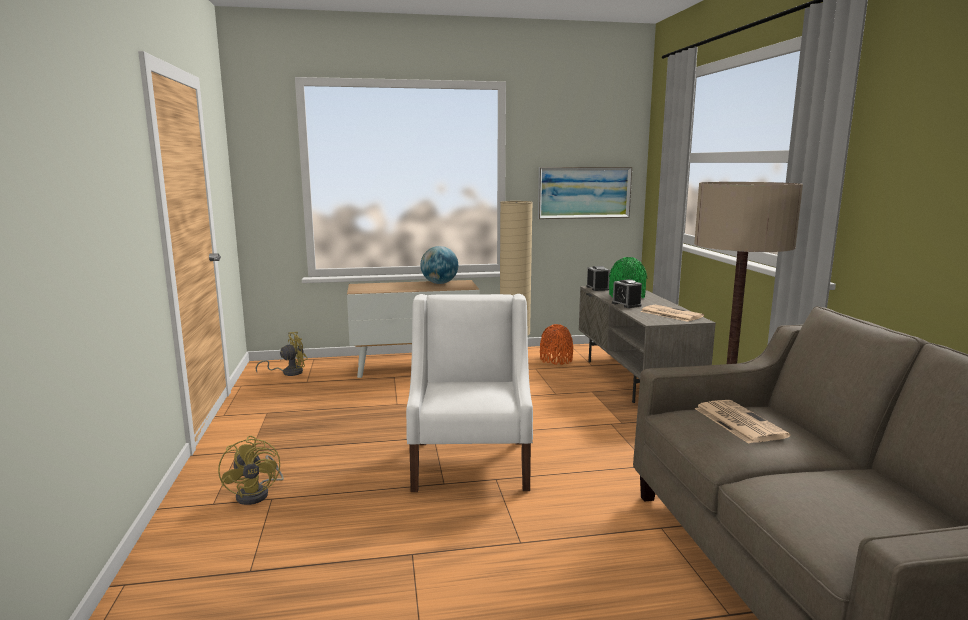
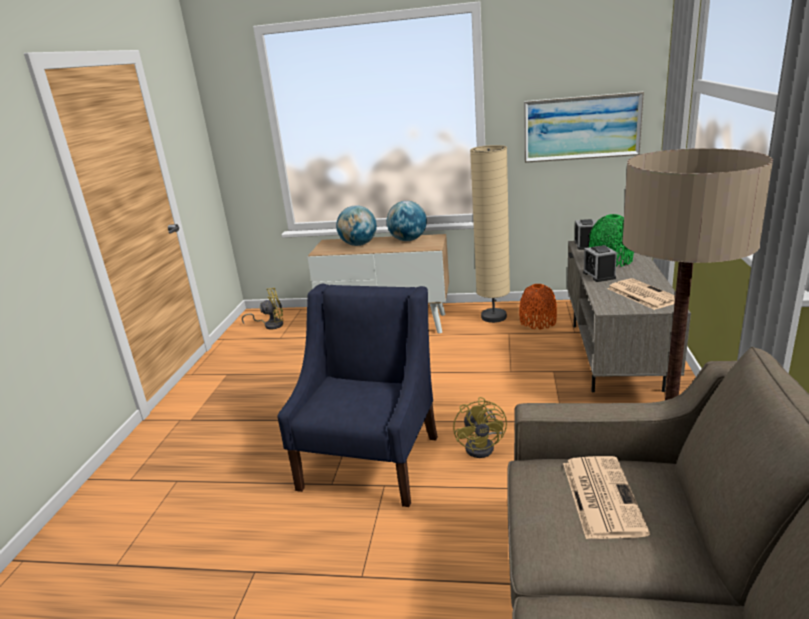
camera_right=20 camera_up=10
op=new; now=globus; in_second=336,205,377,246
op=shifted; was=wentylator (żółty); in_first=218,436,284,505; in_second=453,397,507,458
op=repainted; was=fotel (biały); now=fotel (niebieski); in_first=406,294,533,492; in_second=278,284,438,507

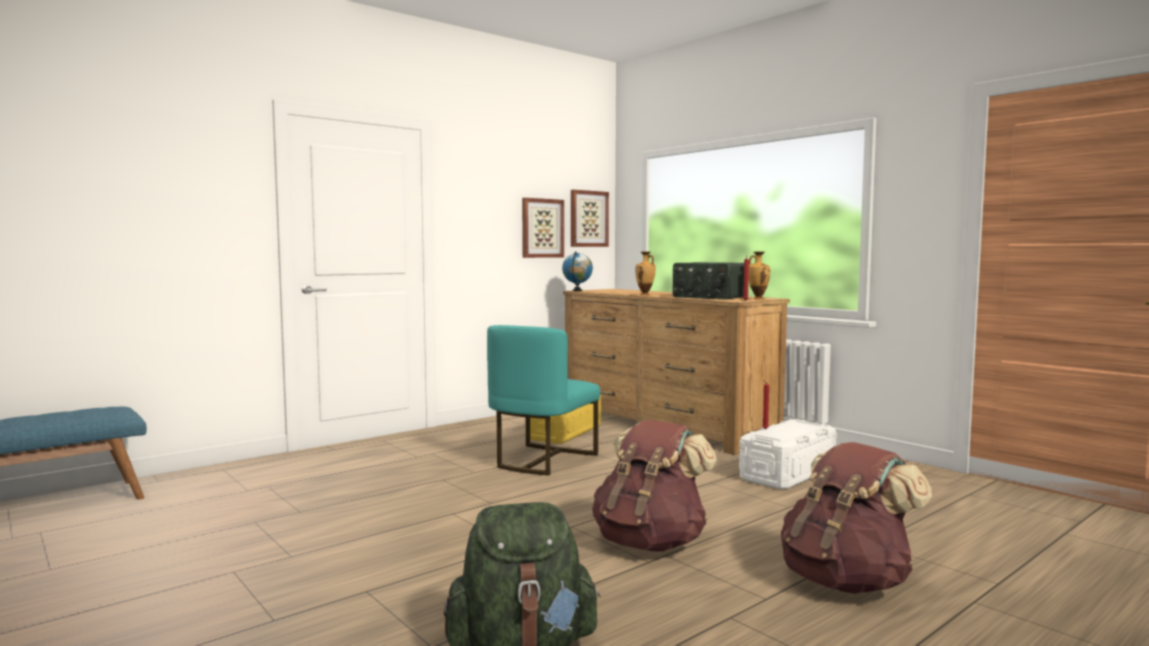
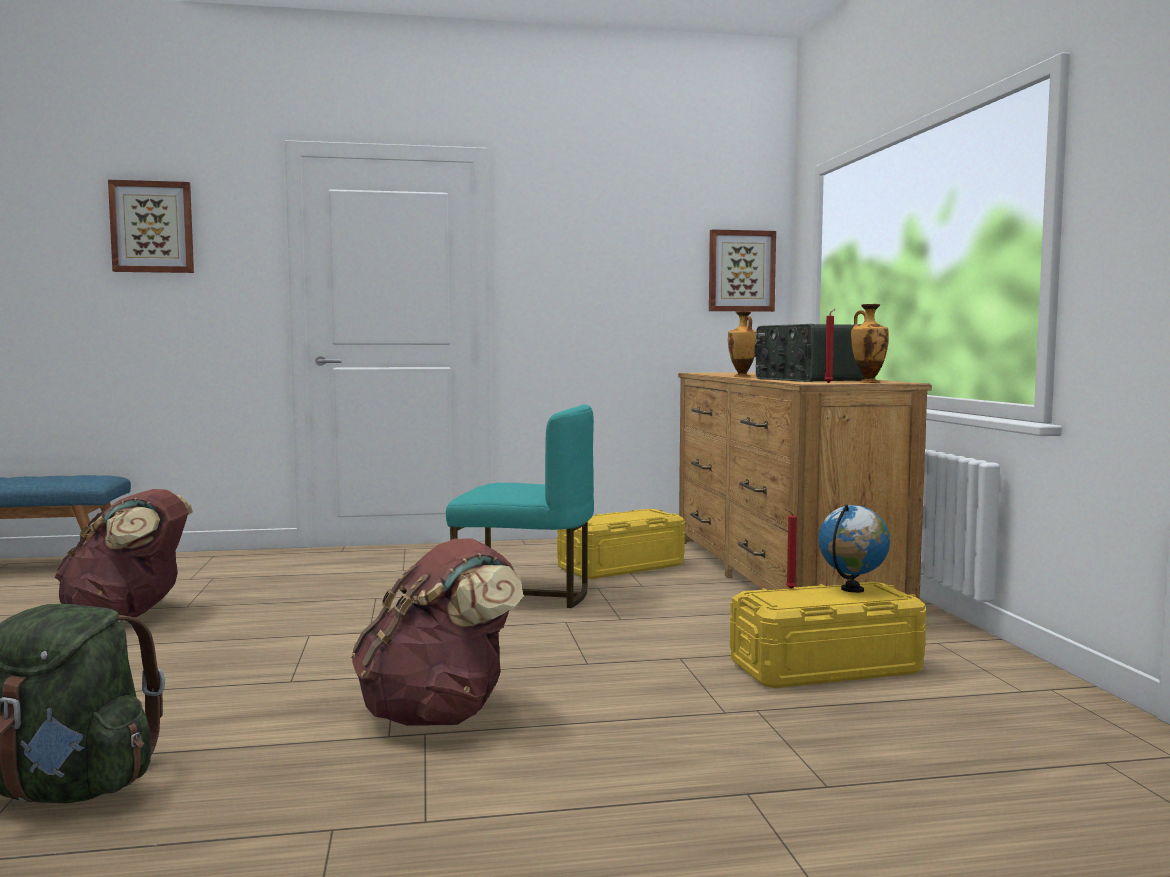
camera_right=30 camera_up=0
op=shifted; was=obraz; in_first=522,198,564,258; in_second=108,180,194,273
op=shifted; was=globus; in_first=562,252,593,291; in_second=818,505,890,593
op=shifted; was=plecak (brązowy); in_first=781,442,932,594; in_second=55,489,193,621
op=repainted; was=pojemnik do przechowywania (biały); now=pojemnik do przechowywania (żółty); in_first=739,419,837,489; in_second=730,582,926,688
op=rotated; was=krzesło (turkusowy); in_first=487,325,600,476; in_second=446,404,594,608; clockwise=-135

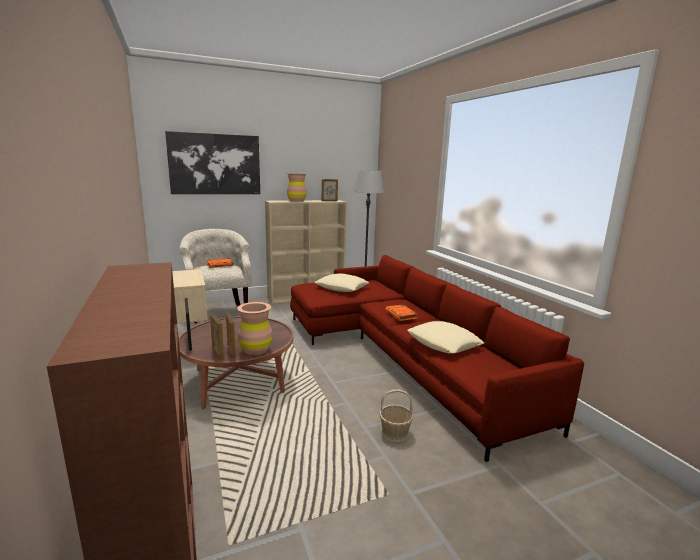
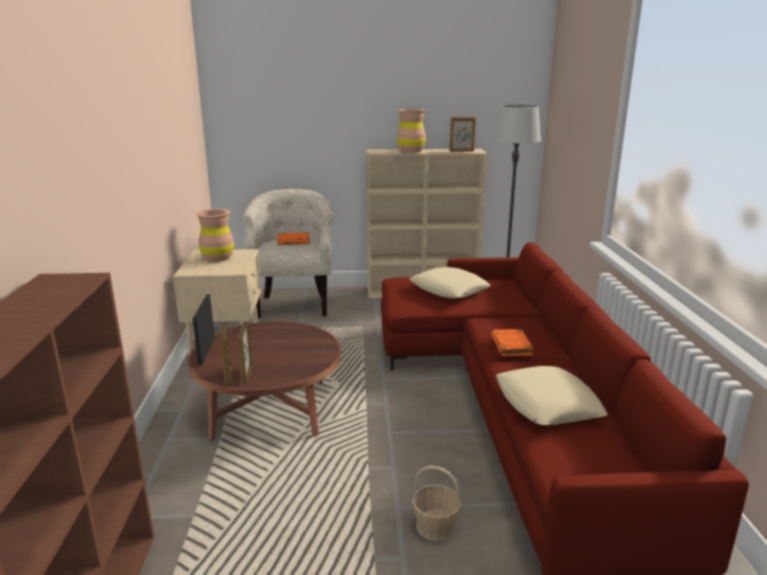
camera_right=20 camera_up=5
op=gone; was=obraz; in_first=165,131,260,194
op=shifted; was=wazon (brązowy); in_first=237,302,272,355; in_second=196,209,234,262

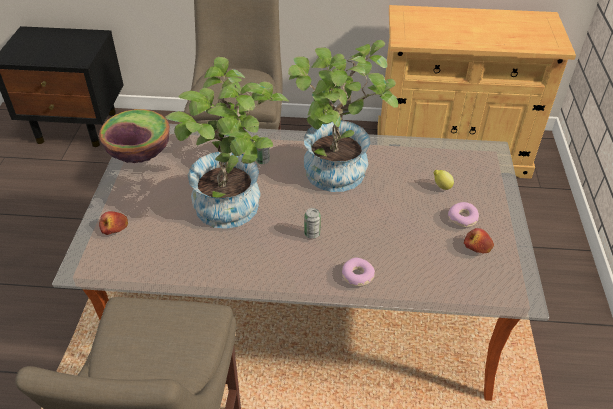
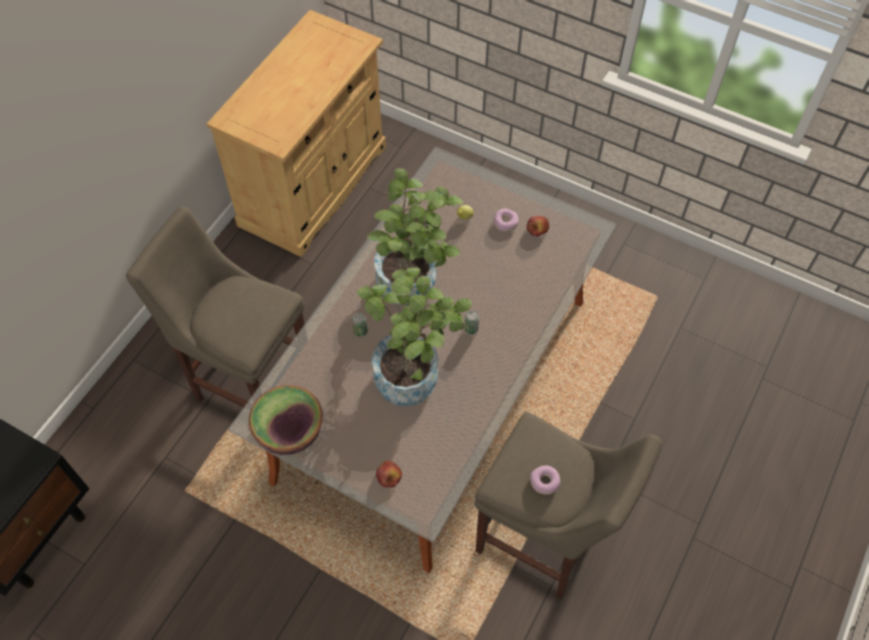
camera_right=-65 camera_up=15
op=shifted; was=donut; in_first=342,258,375,286; in_second=530,466,561,495

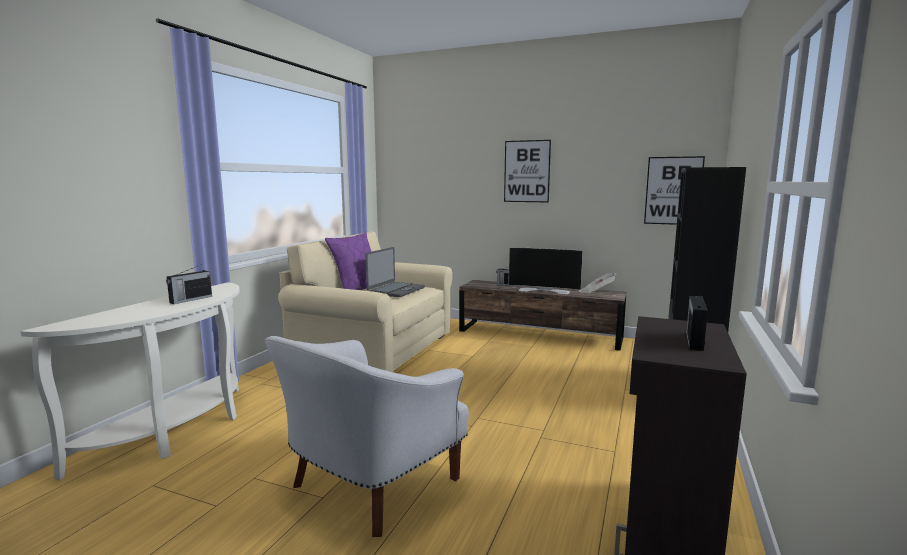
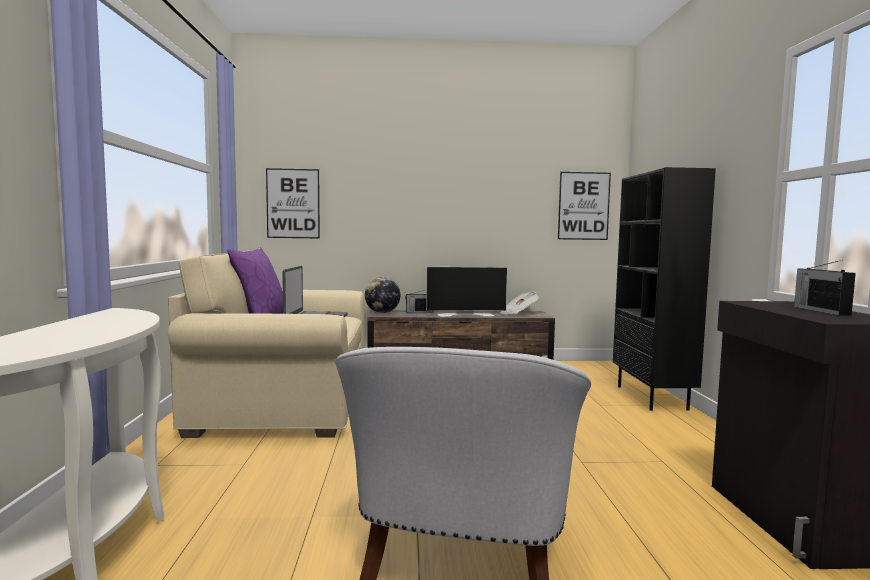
camera_right=-25 camera_up=-5
op=gone; was=radio; in_first=166,264,212,304
op=new; now=globus; in_second=365,277,400,313
op=shifted; was=obraz; in_first=504,140,551,202; in_second=266,168,320,239

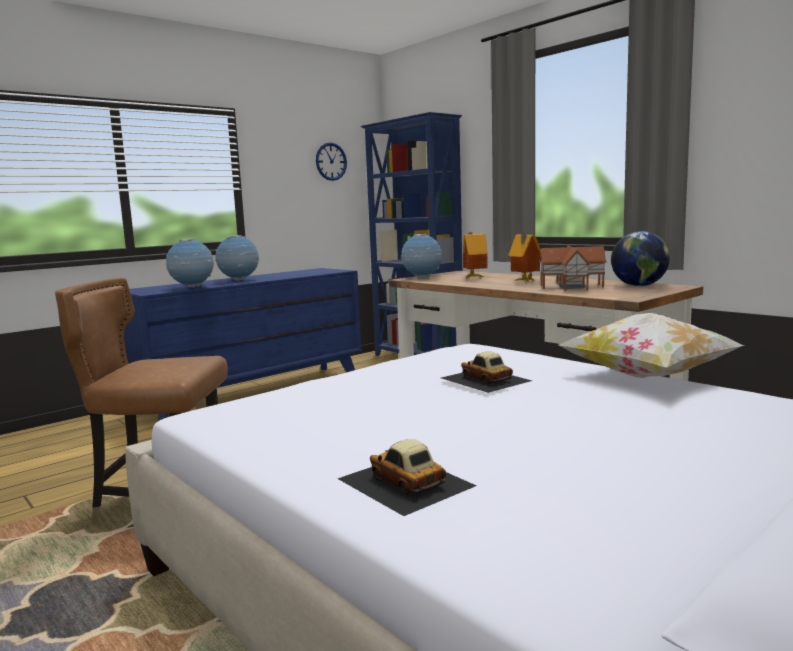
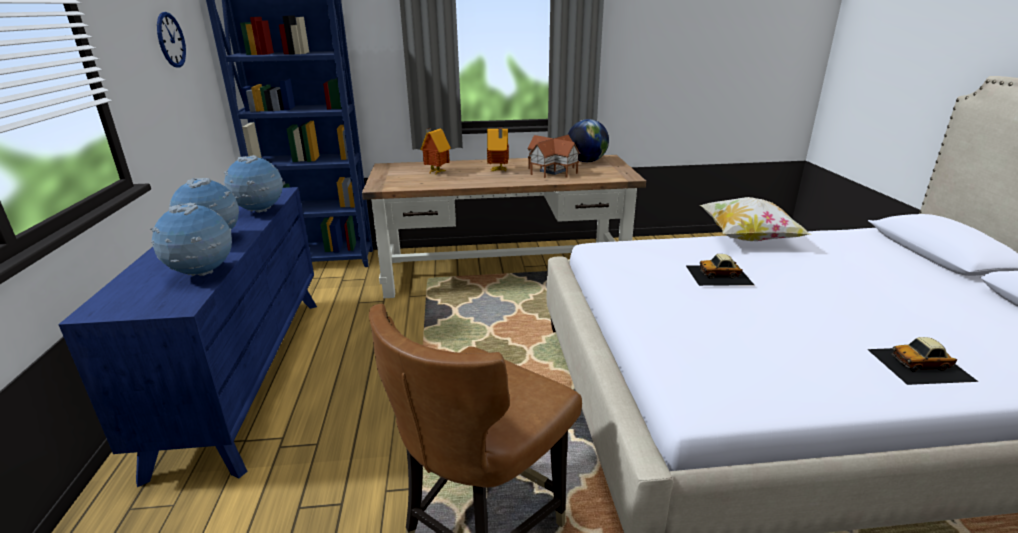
camera_right=-55 camera_up=15
op=shifted; was=globus; in_first=401,234,442,278; in_second=223,155,283,213

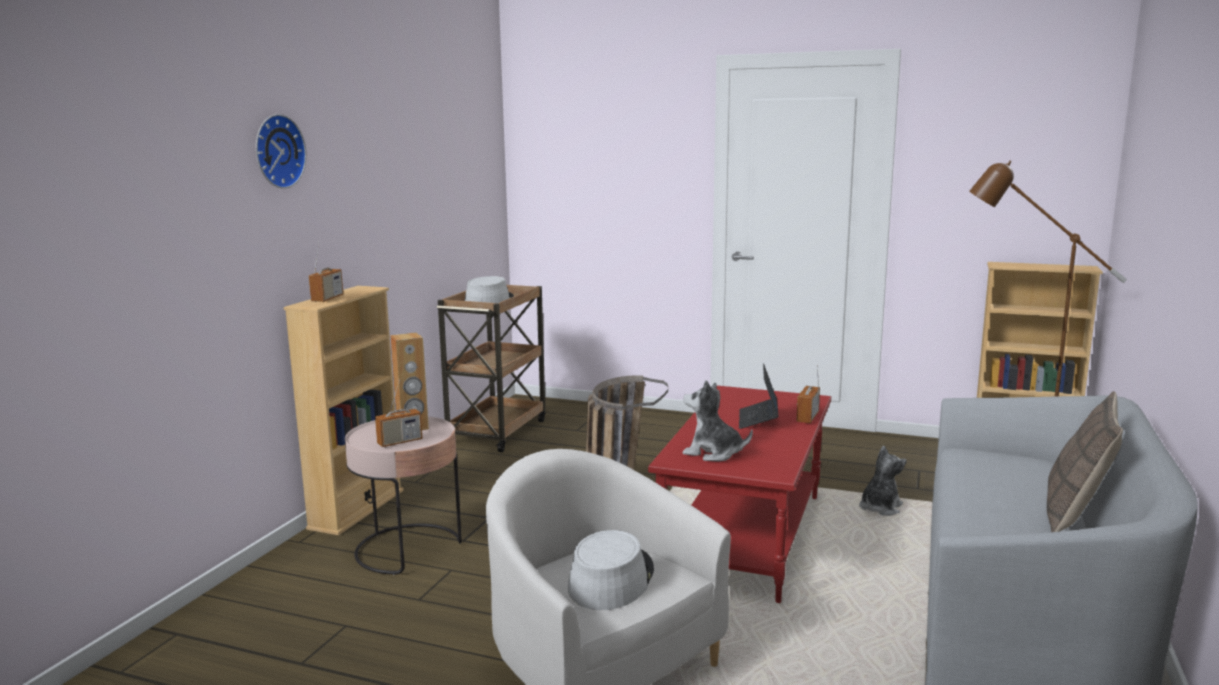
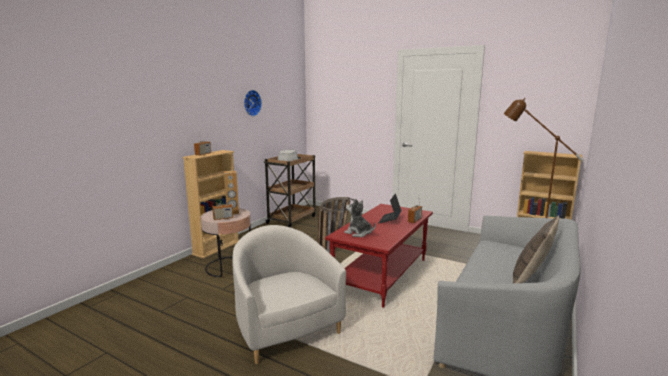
camera_right=10 camera_up=0
op=gone; was=kapelusz (szary); in_first=568,530,654,610
op=gone; was=pluszak; in_first=859,445,907,516
op=shifted; was=zegar ścienny; in_first=256,114,307,189; in_second=244,90,262,116

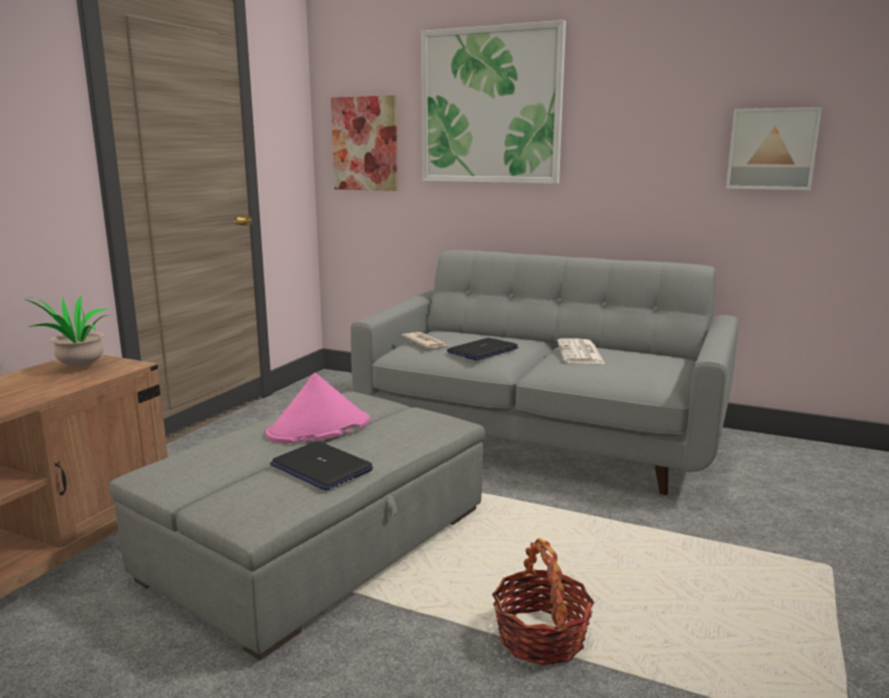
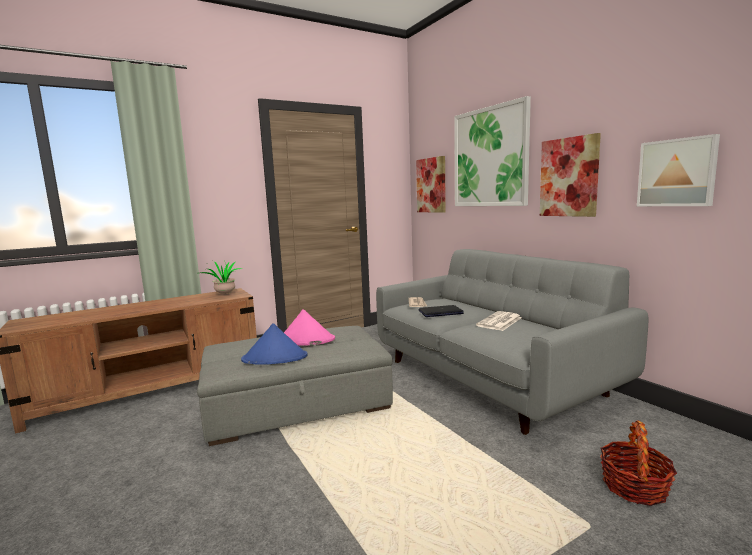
camera_right=35 camera_up=-5
op=new; now=obraz; in_second=540,133,601,217
op=shifted; was=koszyk; in_first=492,538,595,666; in_second=600,420,677,506
op=swapped; was=laptop; now=kapelusz (niebieski); in_first=270,441,373,491; in_second=241,323,308,365

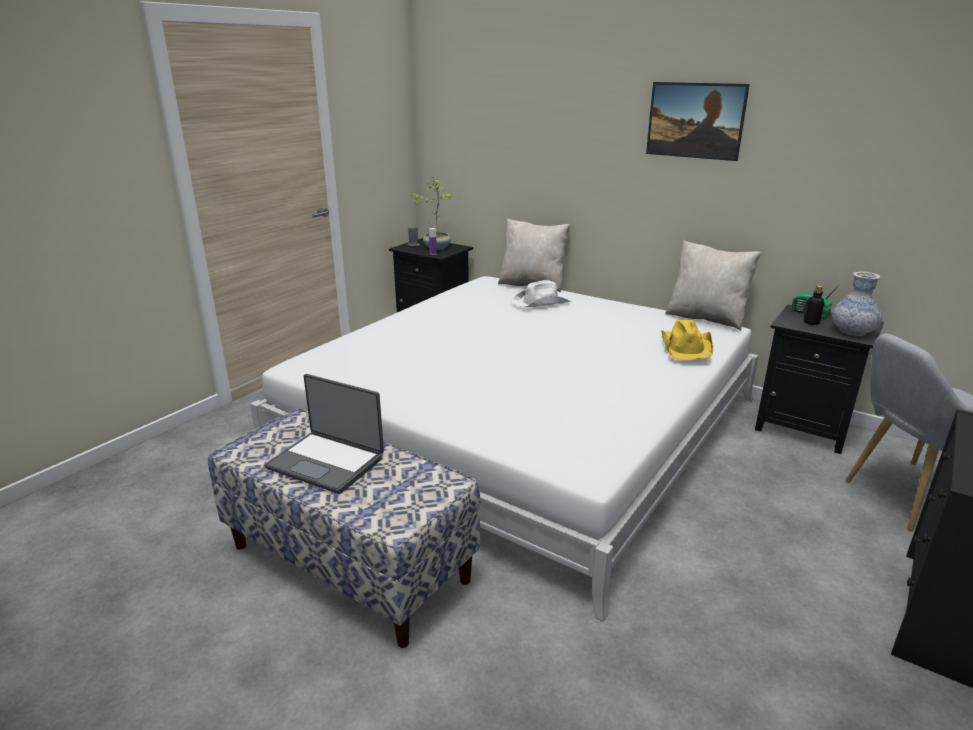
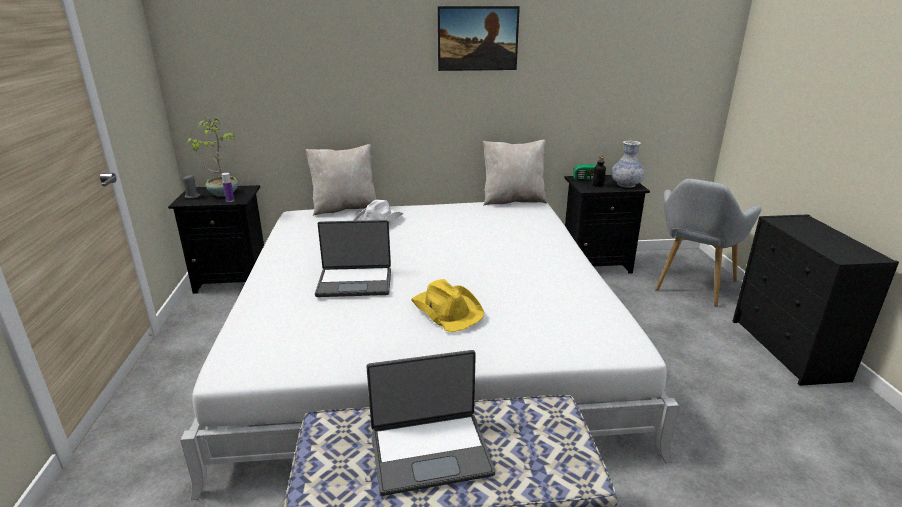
camera_right=-40 camera_up=0
op=new; now=laptop; in_second=315,220,391,297
op=shifted; was=kapelusz (żółty); in_first=661,320,713,360; in_second=411,279,484,332

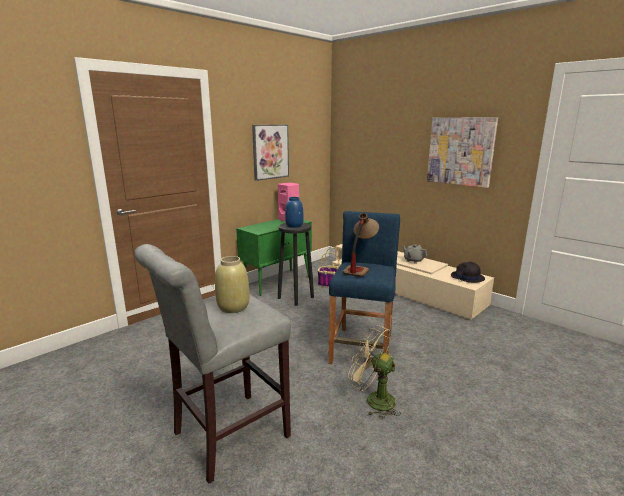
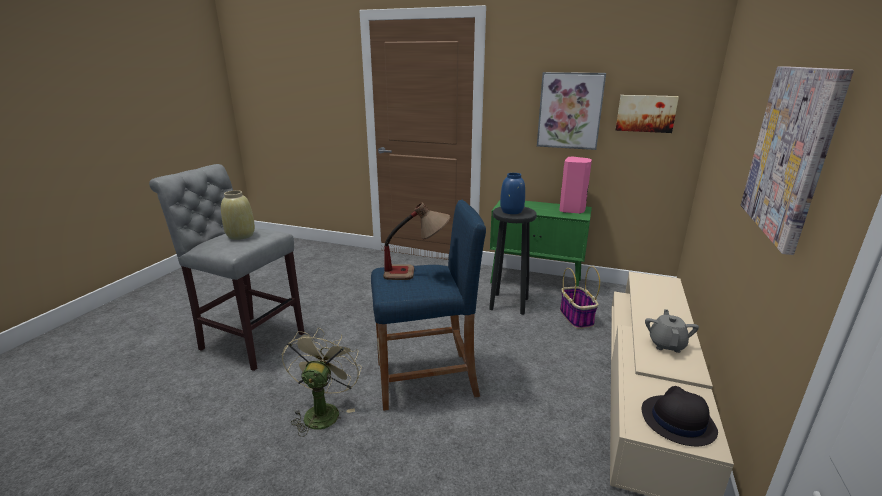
camera_right=65 camera_up=5
op=new; now=obraz; in_second=616,95,679,133

